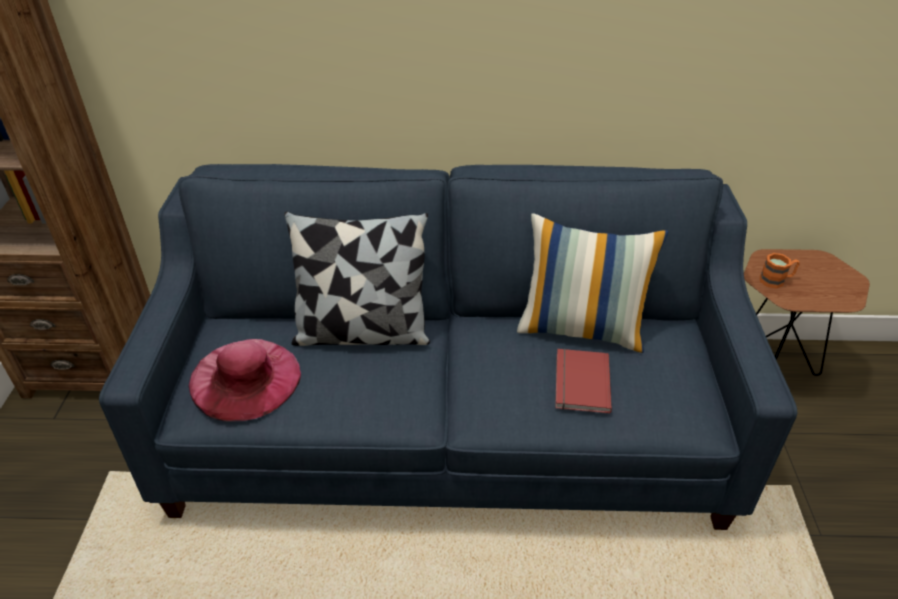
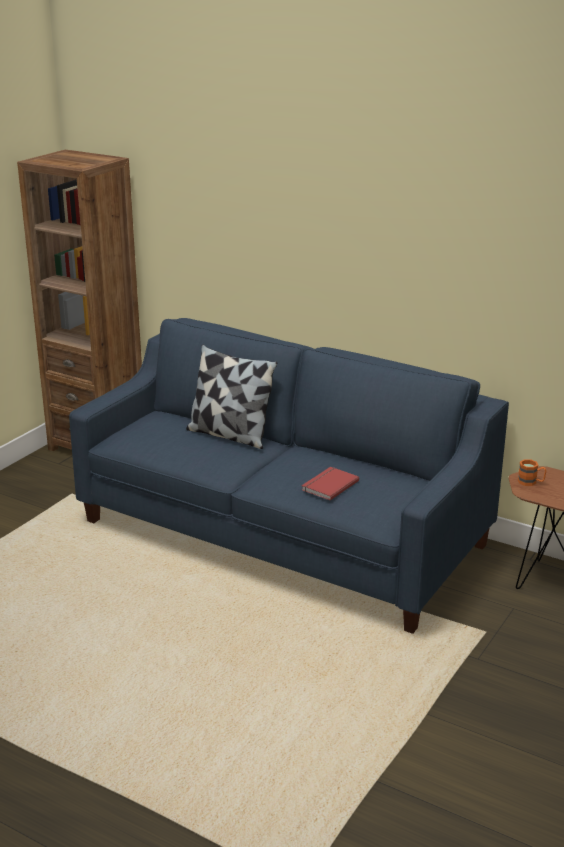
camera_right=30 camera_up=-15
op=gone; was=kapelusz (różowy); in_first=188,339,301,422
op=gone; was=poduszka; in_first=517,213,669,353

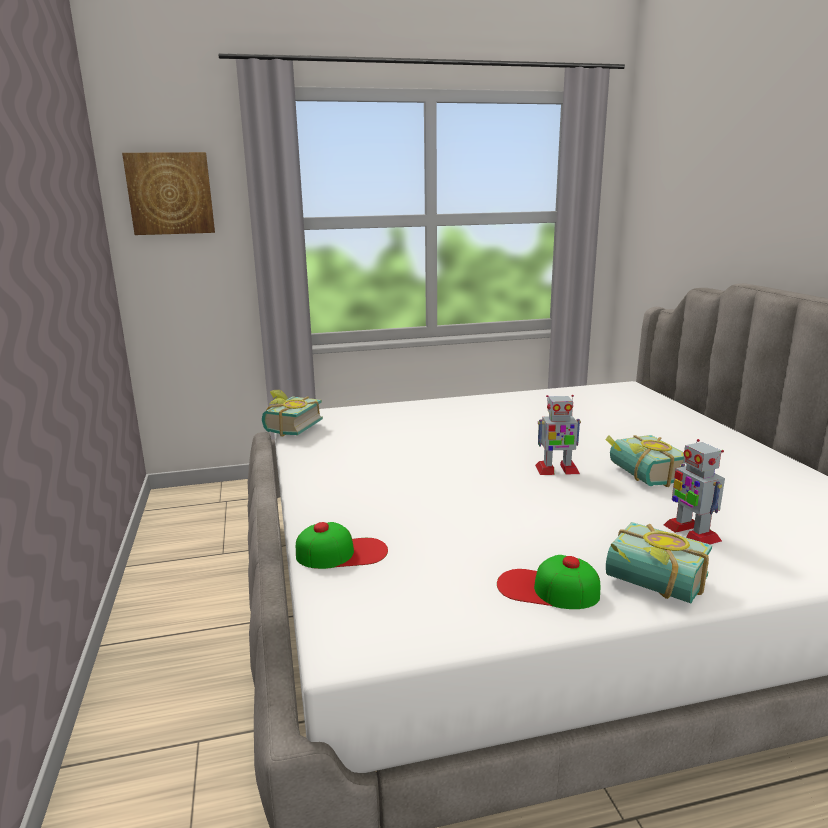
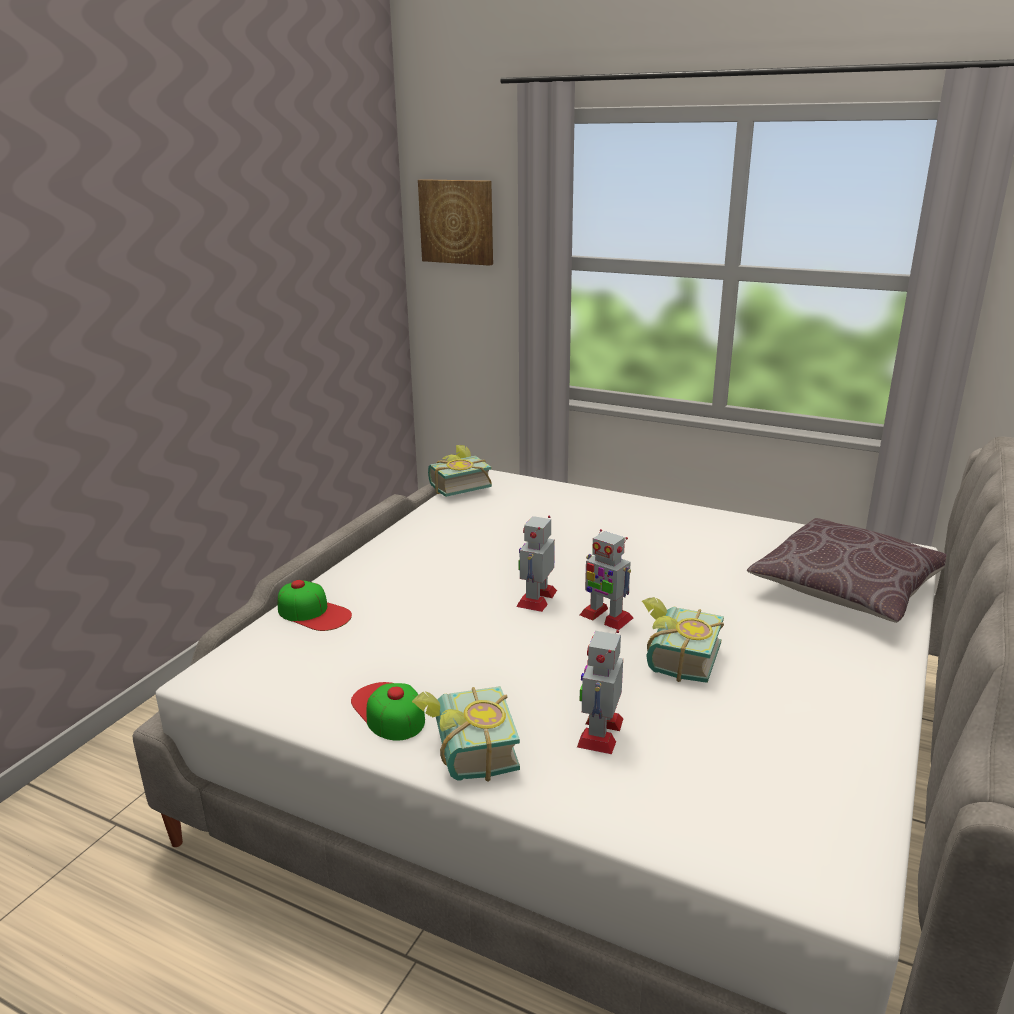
camera_right=40 camera_up=5
op=new; now=robot zabawkowy; in_second=516,516,557,612
op=new; now=poduszka (brązowy); in_second=747,518,947,623

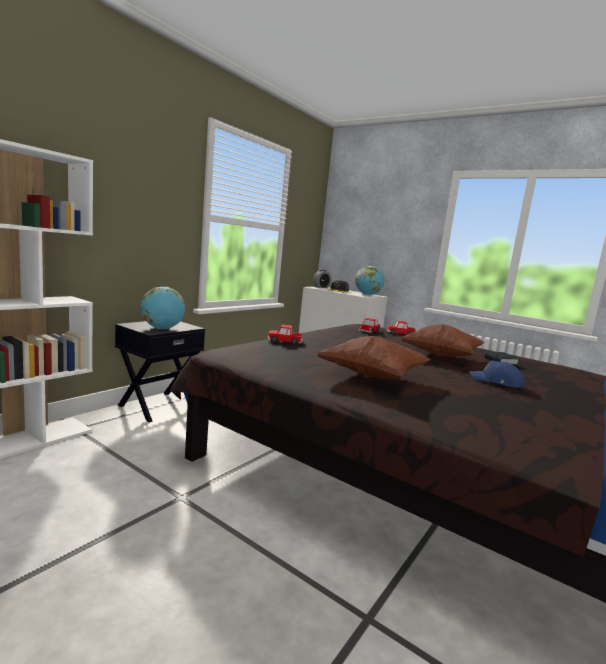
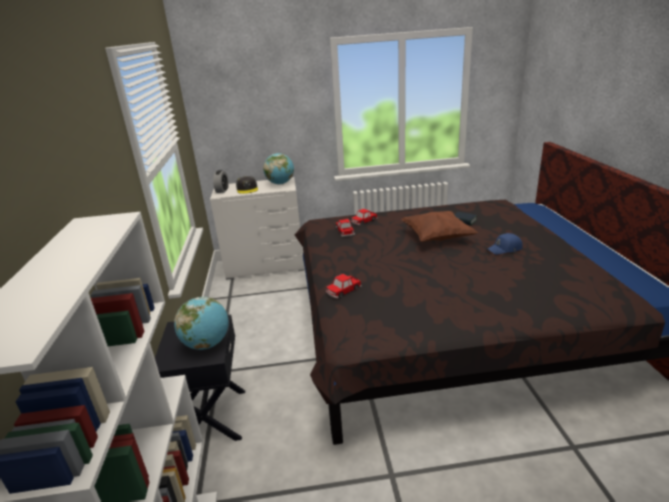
camera_right=-40 camera_up=15
op=gone; was=poduszka (brązowy); in_first=317,336,431,379

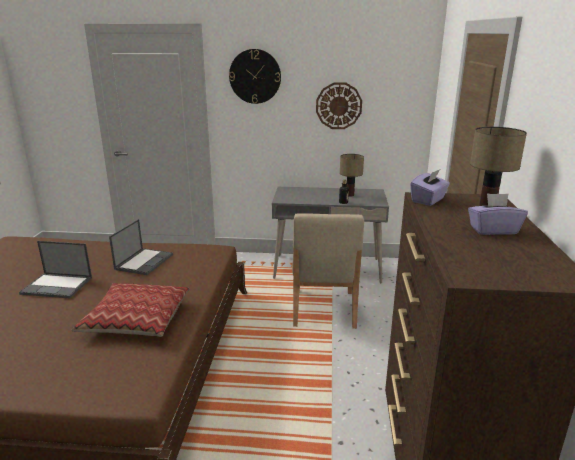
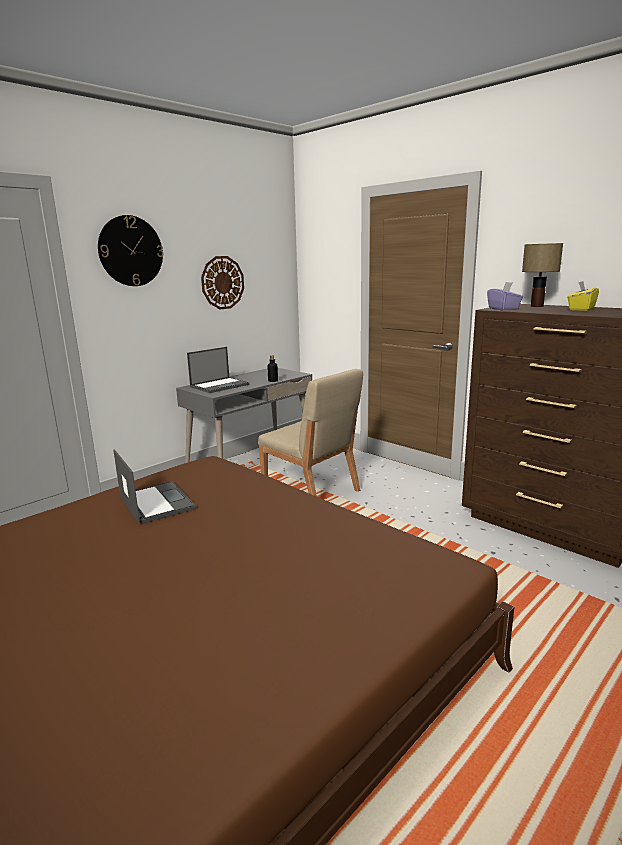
camera_right=-50 camera_up=-5
op=gone; was=poduszka; in_first=72,283,190,337
op=gone; was=lampa stołowa; in_first=340,154,364,197
op=shifted; was=laptop; in_first=19,241,92,298; in_second=187,347,249,393
op=repainted; was=pudełko chusteczek (fioletowy); now=pudełko chusteczek (żółty); in_first=468,193,528,235; in_second=567,281,599,311

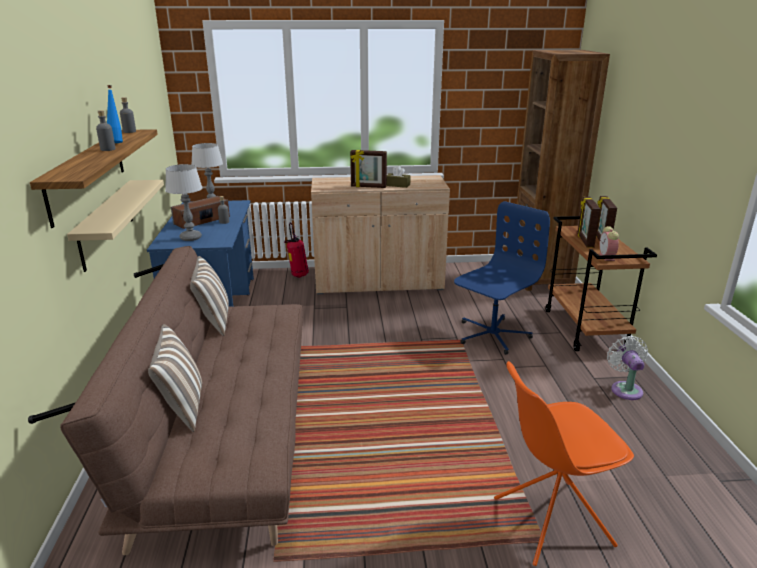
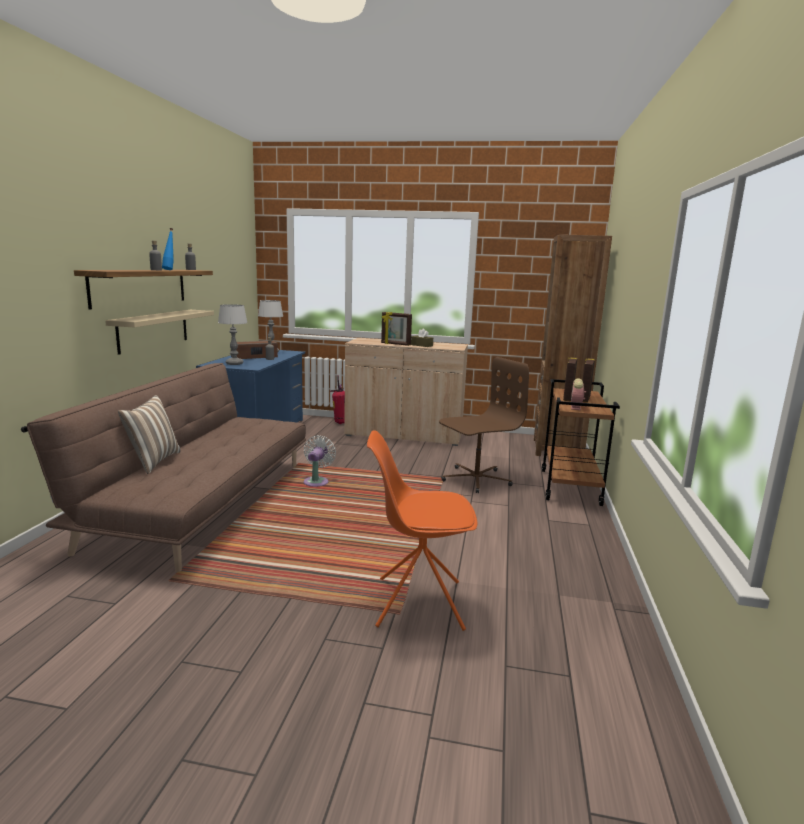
camera_right=15 camera_up=-10
op=gone; was=poduszka; in_first=190,256,229,336
op=shifted; was=wentylator (biały); in_first=607,336,648,400; in_second=304,435,336,487
op=repainted; was=krzesło biurowe (niebieski); now=krzesło biurowe (brązowy); in_first=454,201,550,355; in_second=439,357,529,493

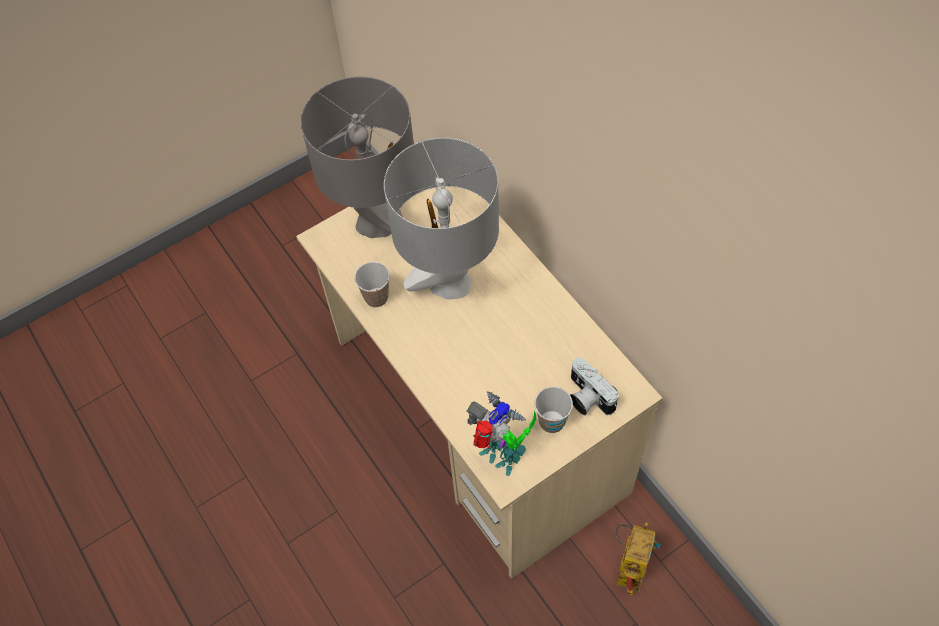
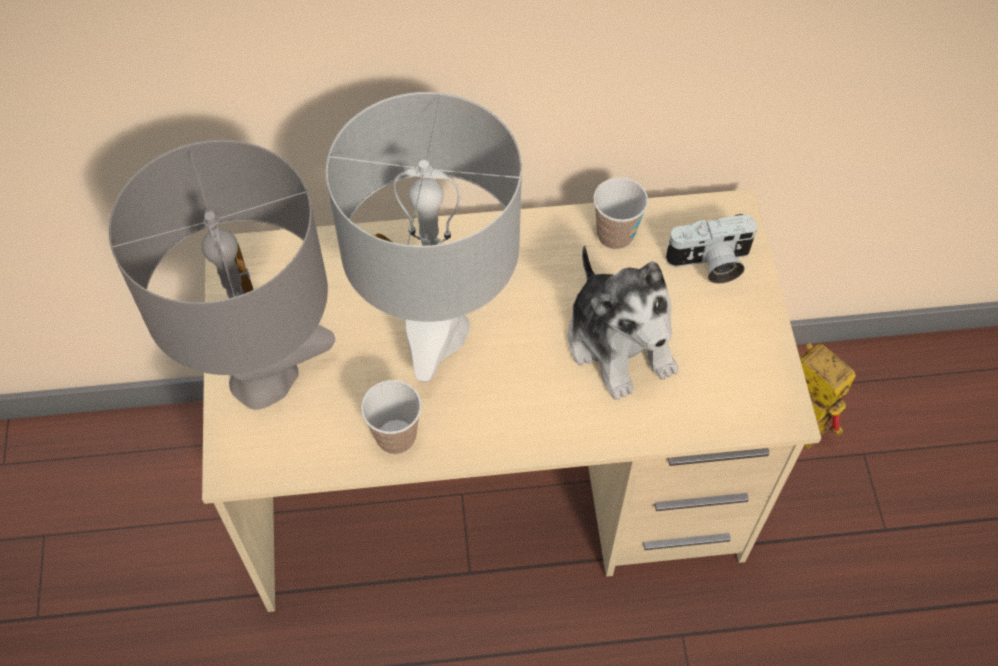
camera_right=-65 camera_up=0
op=gone; was=robot zabawkowy; in_first=466,391,536,476
op=new; now=pluszak; in_second=568,245,678,400
op=shifted; was=filiżanka; in_first=534,386,573,433; in_second=593,177,648,250

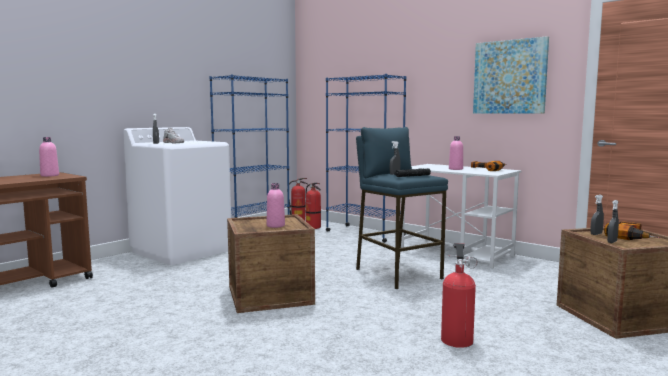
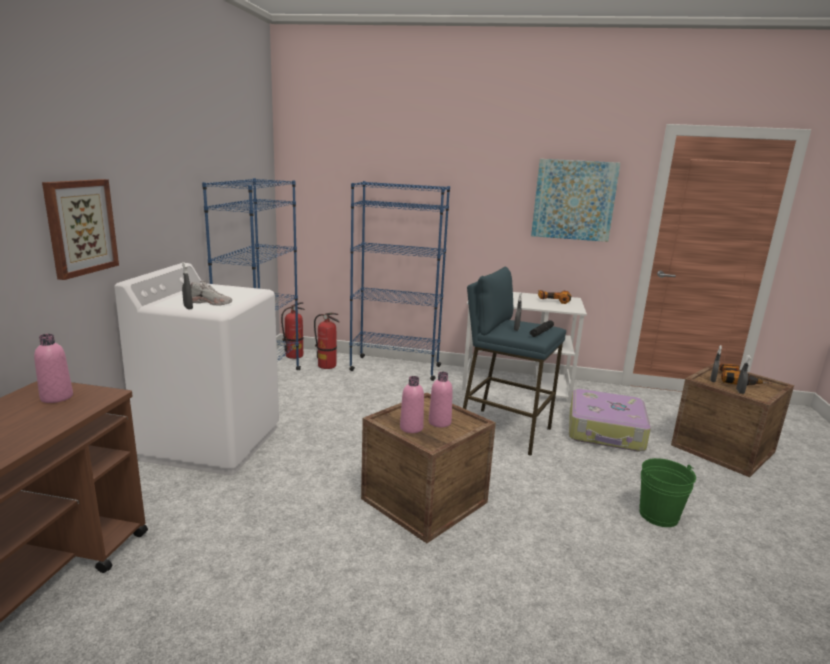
camera_right=-30 camera_up=10
op=new; now=obraz; in_second=42,179,119,280
op=new; now=walizka; in_second=569,389,651,451
op=shifted; was=butelka (różowy); in_first=449,136,463,170; in_second=400,376,424,433
op=swapped; was=gaśnica; now=wiadro (zielony); in_first=441,243,478,348; in_second=639,458,696,527

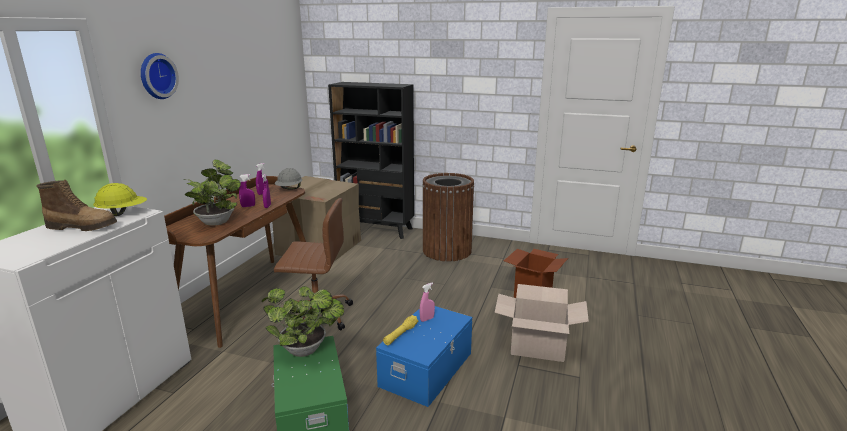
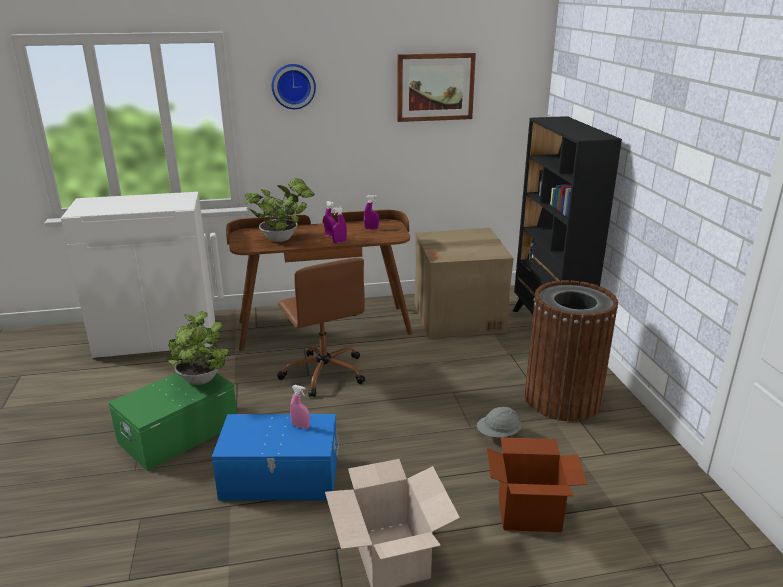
camera_right=60 camera_up=5
op=gone; was=but z cholewką; in_first=36,180,117,231
op=gone; was=kask (żółty); in_first=93,183,147,216
op=gone; was=latarka (żółty); in_first=383,315,418,345
op=new; now=obraz; in_second=397,53,476,122
op=shifted; was=kask (szary); in_first=275,168,302,190; in_second=477,407,522,438

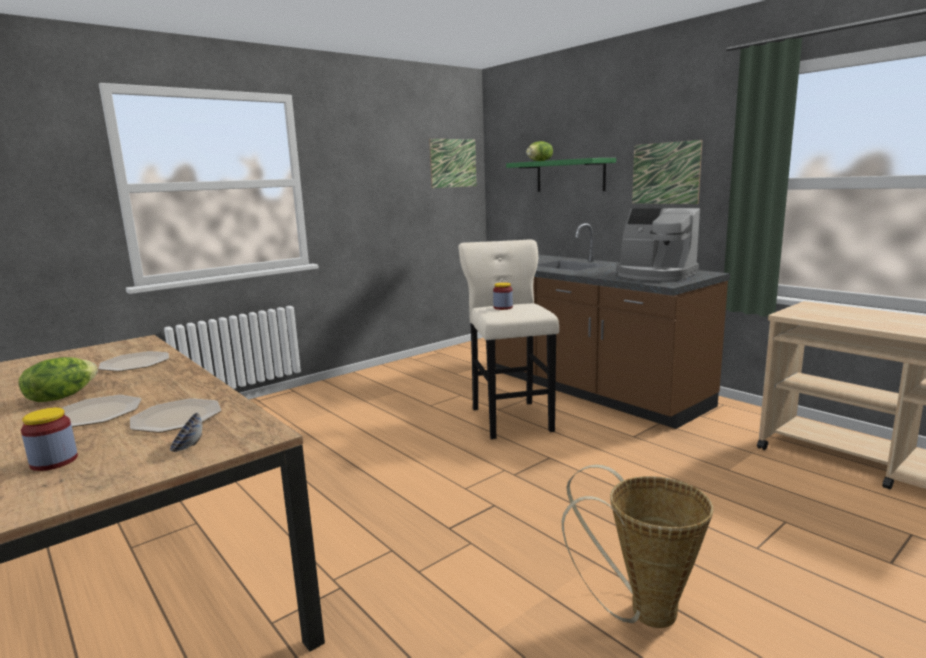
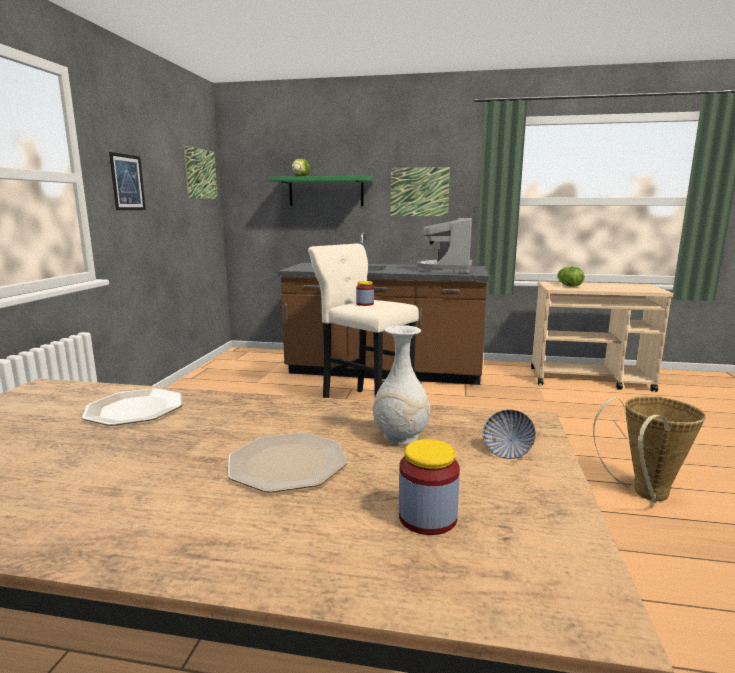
camera_right=-40 camera_up=0
op=new; now=obraz; in_second=109,152,146,210
op=shifted; was=sałata; in_first=19,357,98,402; in_second=557,267,585,287
op=swapped; was=talerz; now=wazon (biały); in_first=130,398,221,433; in_second=373,325,430,444
op=rotated; was=ekspres do kawy; in_first=616,208,700,281; in_second=417,217,472,273; clockwise=105

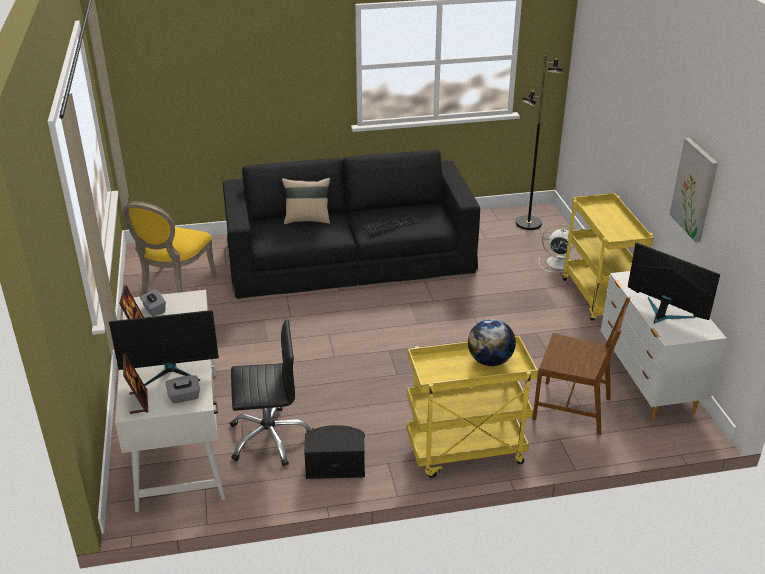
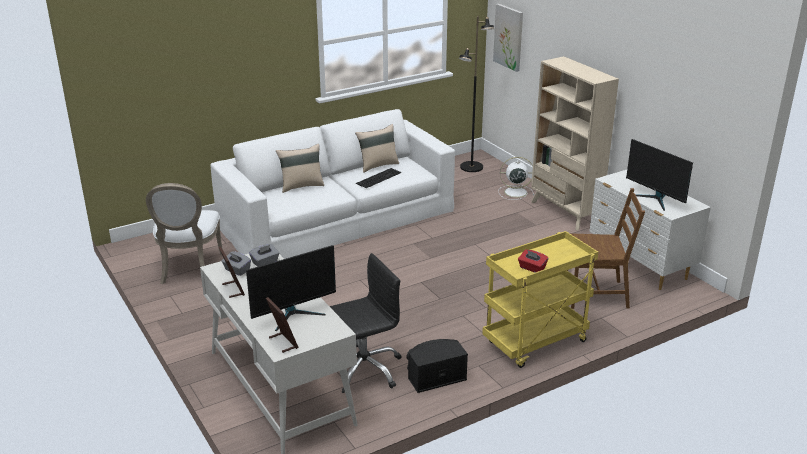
camera_right=-20 camera_up=-5
op=gone; was=globus; in_first=468,319,516,366
op=new; now=poduszka (beżowy); in_second=355,124,399,173
op=new; now=pudełko chusteczek (czerwony); in_second=518,250,548,273
op=shifted; was=pudełko chusteczek (szary); in_first=165,375,200,404; in_second=249,244,279,267
op=shifted; was=obraz; in_first=669,138,718,242; in_second=493,4,523,72
op=swapped; was=wózek (żółty); now=regał (beżowy); in_first=563,193,654,321; in_second=531,56,619,231
op=repainted; was=krzesło (żółty); now=krzesło (biały); in_first=123,201,217,296; in_second=146,183,222,284
op=repainted; was=kanapa (czarny); now=kanapa (biały); in_first=223,150,480,299; in_second=210,109,455,259
op=rotated; was=monitor; in_first=628,242,720,324; in_second=626,139,693,211; clockwise=-150

